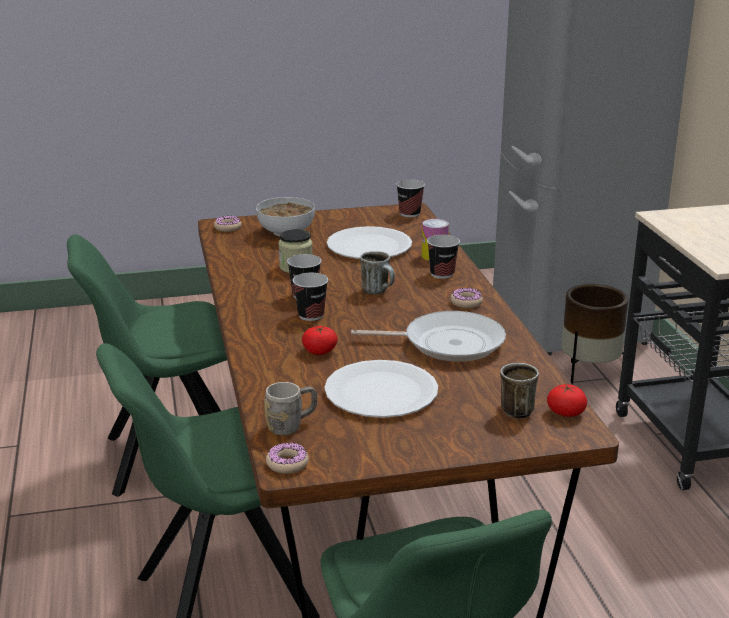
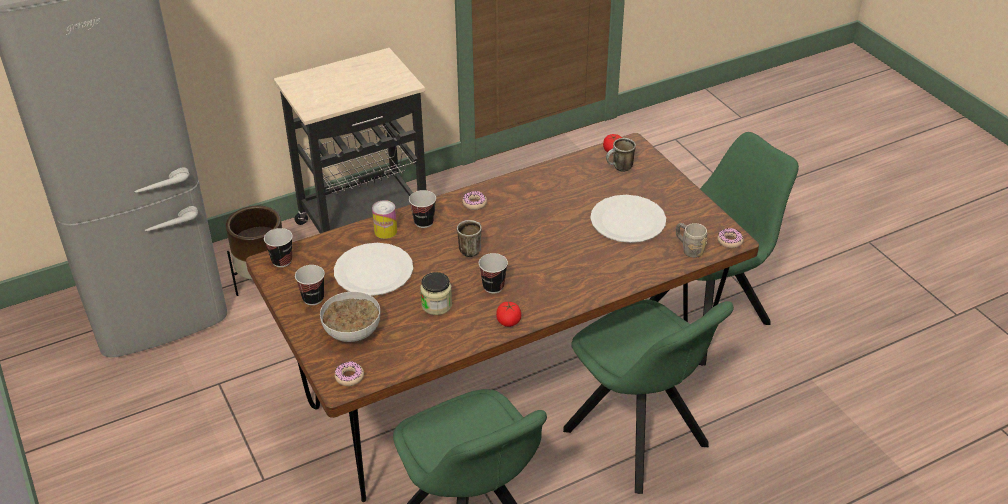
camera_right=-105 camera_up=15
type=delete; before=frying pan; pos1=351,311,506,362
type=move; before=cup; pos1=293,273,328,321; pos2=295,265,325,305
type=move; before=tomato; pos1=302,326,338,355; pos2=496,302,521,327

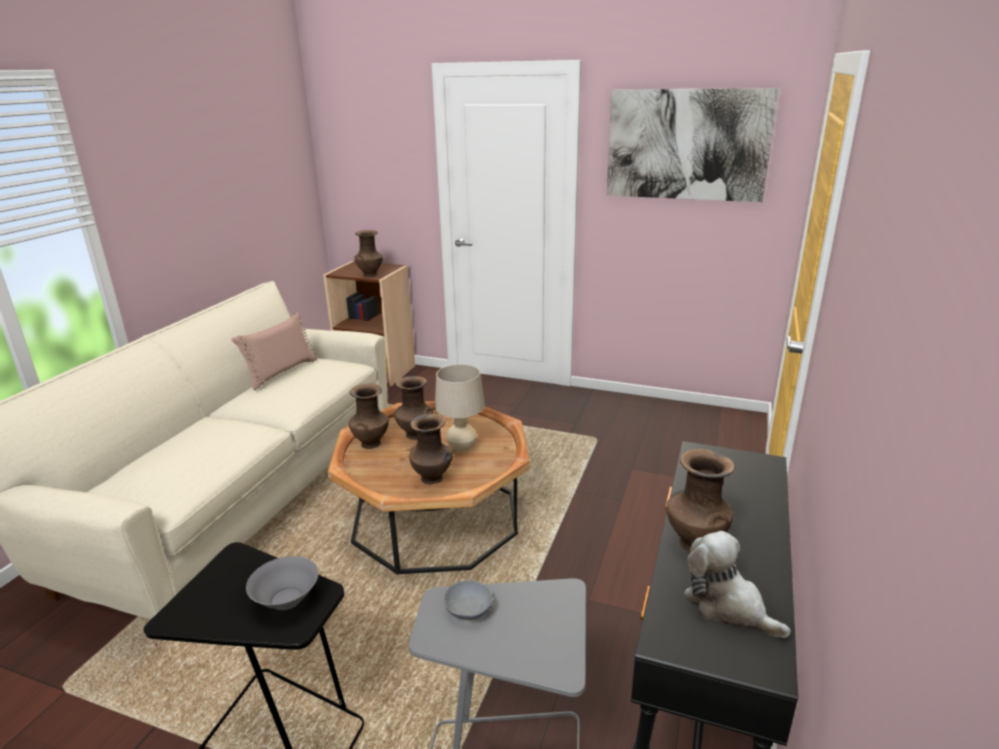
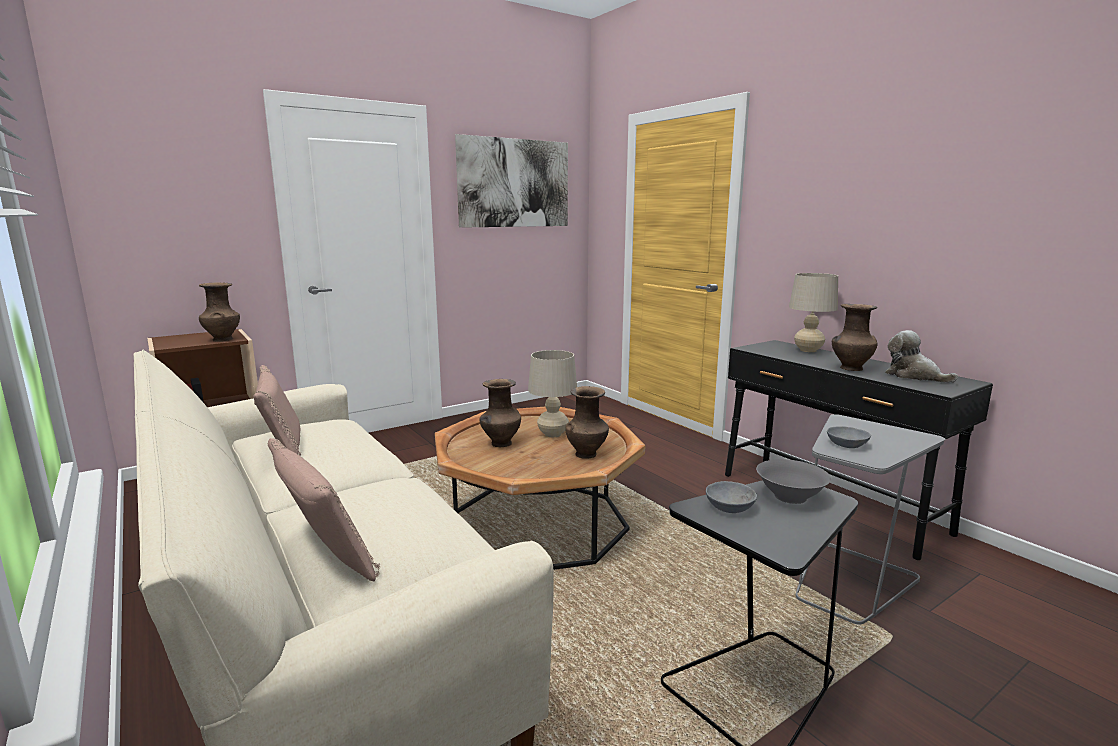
camera_right=-55 camera_up=-10
type=delete; before=brown vase; pos1=349,383,389,449
type=insert; after=beige pillow; pos2=268,438,380,581
type=insert; after=grey bowl; pos2=706,481,757,513
type=insert; after=beige table lamp; pos2=789,273,838,352
type=rotate; before=plush toy; pos1=684,531,791,638; pos2=885,330,958,383; turn=60

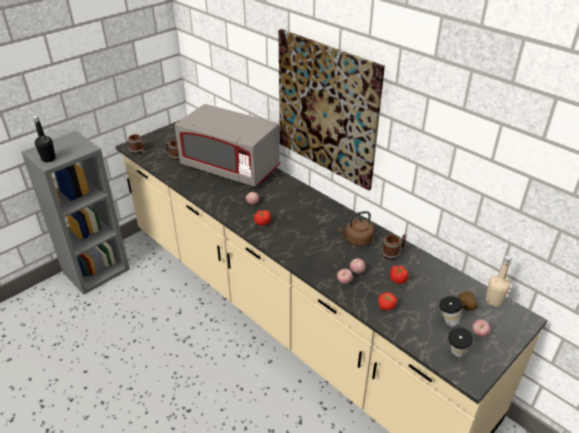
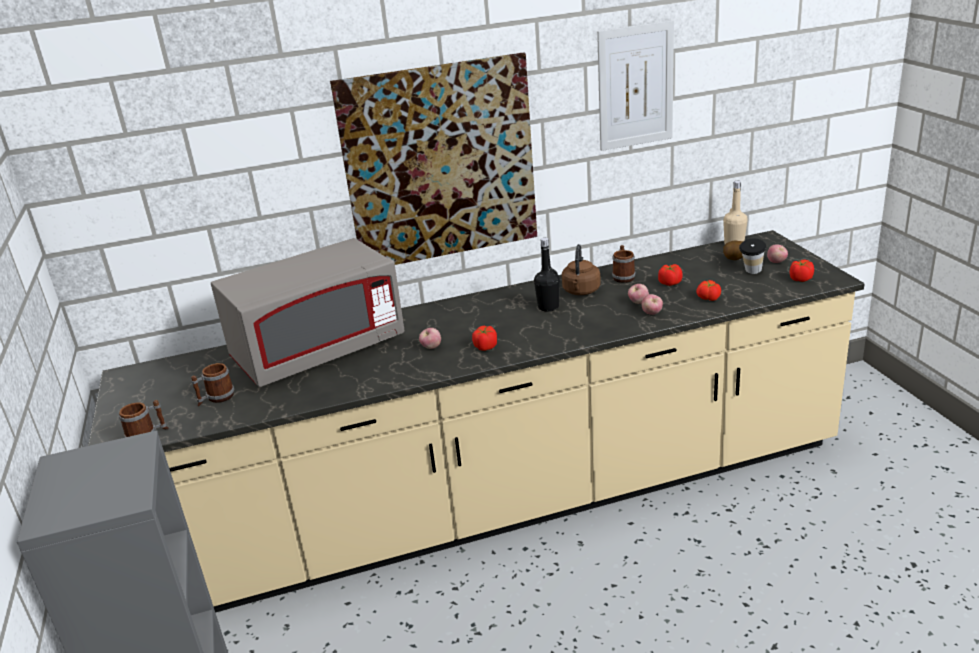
camera_right=-60 camera_up=-10
type=insert; after=picture; pos2=597,20,674,151
type=move; before=black bottle; pos1=33,116,56,162; pos2=534,238,560,312
type=replace; before=cup; after=tomato; pos1=448,327,473,357; pos2=790,260,814,282

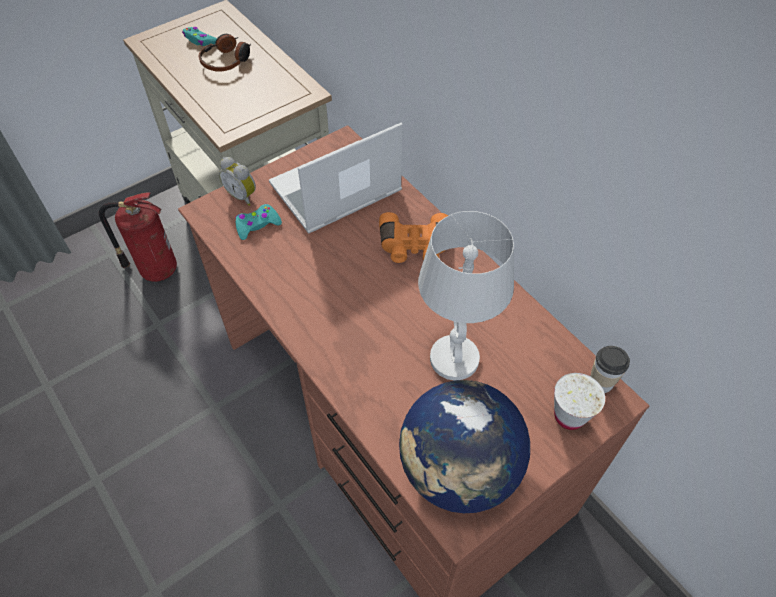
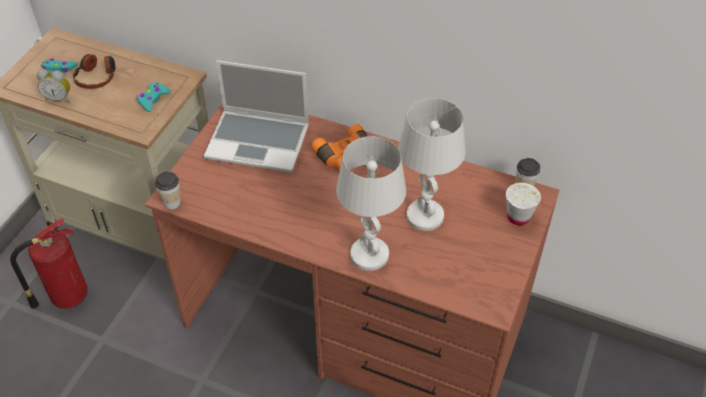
camera_right=-30 camera_up=-5
type=delete; before=globe; pos1=399,380,530,513
type=insert; after=cup; pos2=155,172,181,210
type=insert; after=white table lamp; pos2=336,136,406,271
type=move; before=alarm clock; pos1=219,157,256,206; pos2=37,69,70,103
type=move; before=turquoise game controller; pos1=235,204,282,240; pos2=137,82,171,112
type=rotate; before=laptop; pos1=269,122,403,233; pos2=204,60,309,173; turn=-105

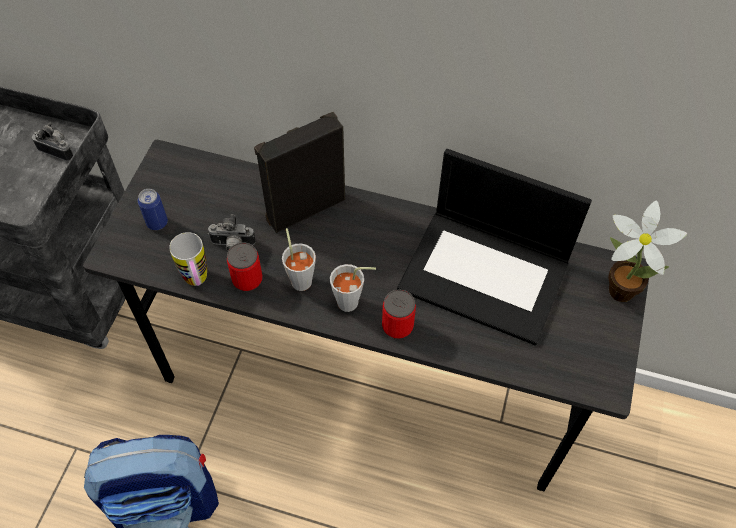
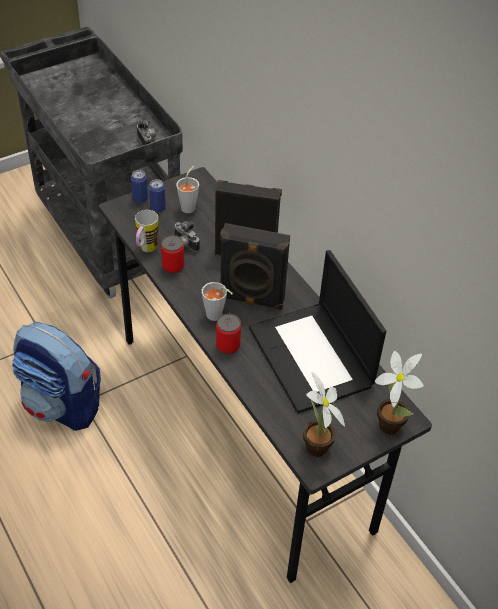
camera_right=40 camera_up=-10
type=insert; after=can; pos2=131,170,148,203
type=insert; after=black speaker; pos2=220,223,290,310
type=insert; after=potted plant; pos2=303,372,345,457
type=move; before=grey cup; pos1=282,228,316,291; pos2=176,165,199,213

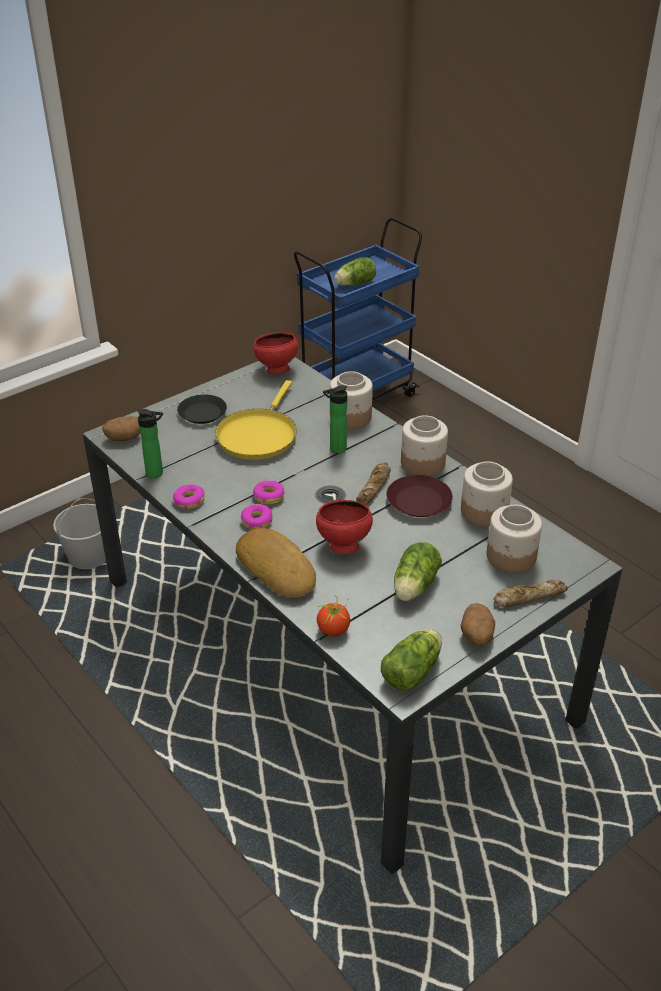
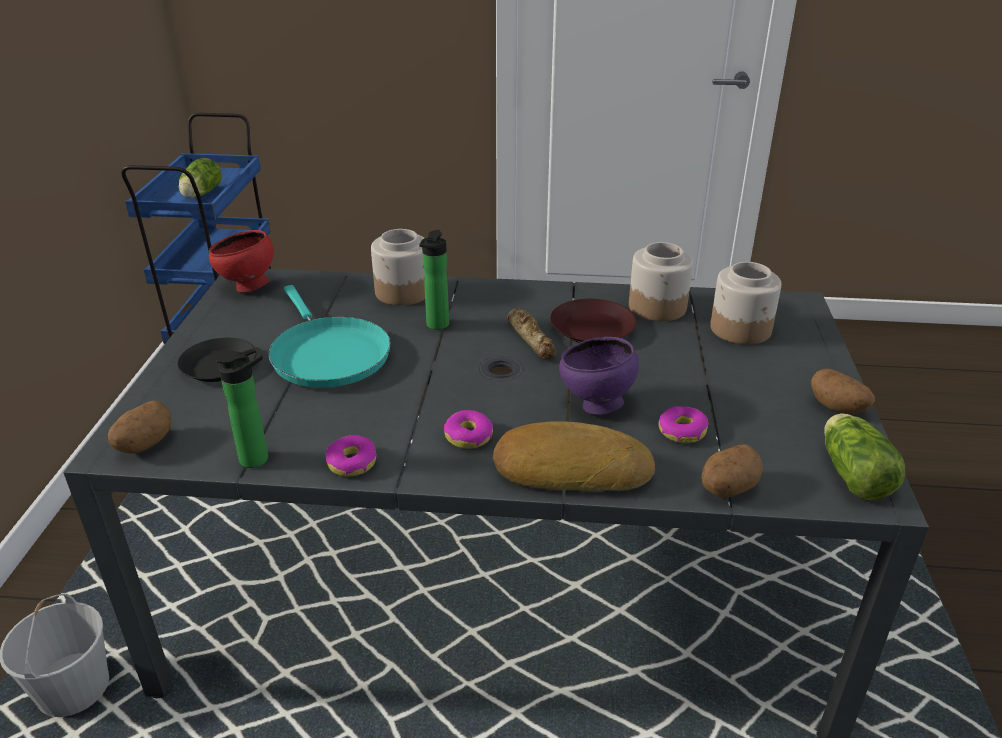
camera_right=-45 camera_up=-5
type=delete; before=lettuce; pos1=394,542,442,601
type=delete; before=jar; pos1=401,415,448,476
type=delete; before=bread; pos1=494,580,568,607
type=move; before=donut; pos1=253,481,285,505; pos2=659,406,708,443
type=replace; before=tomato; after=potato; pos1=317,595,350,636; pos2=701,445,763,498
type=recolor; before=yellow frying pan; after=turquoise frying pan; pos1=215,380,297,460; pos2=268,285,391,388
type=recolor; before=red bowl; after=purple bowl; pos1=316,499,373,554; pos2=559,337,639,415

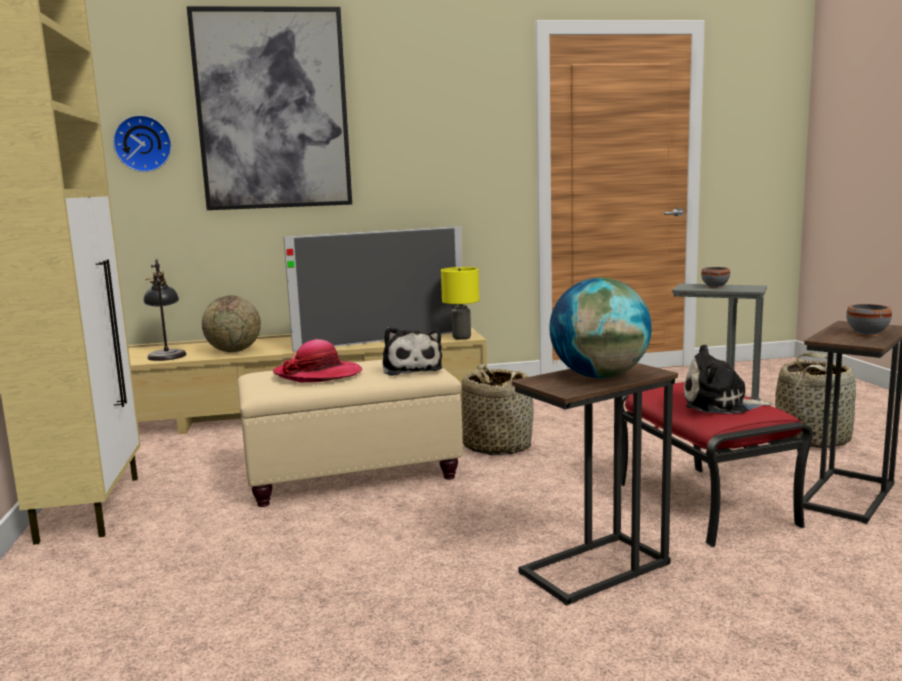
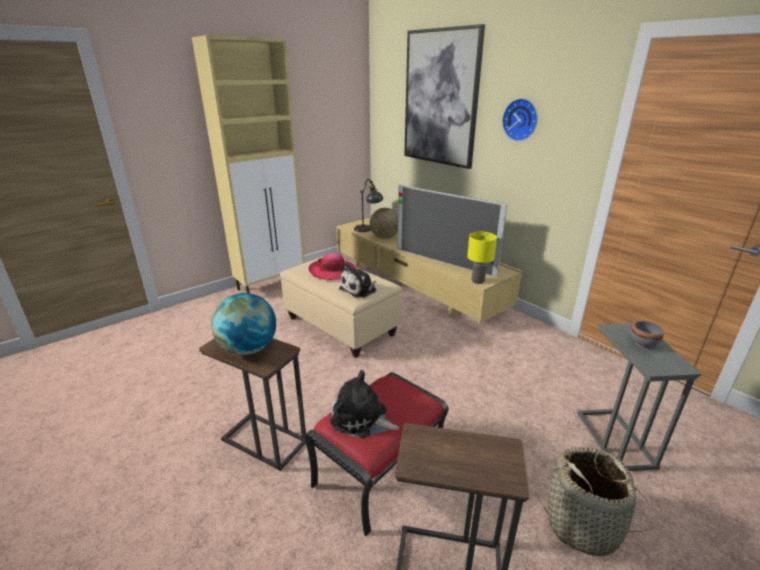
camera_right=60 camera_up=15
type=delete; before=basket; pos1=461,364,534,455
type=delete; before=grey bowl; pos1=846,304,892,336
type=move; before=wall clock; pos1=113,115,172,172; pos2=502,98,538,141
type=rotate; before=plush toy; pos1=683,344,773,414; pos2=330,370,399,438; turn=-45

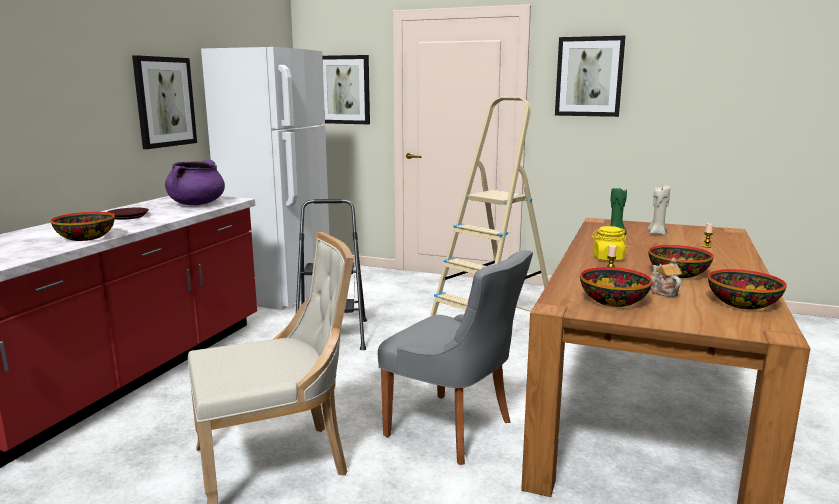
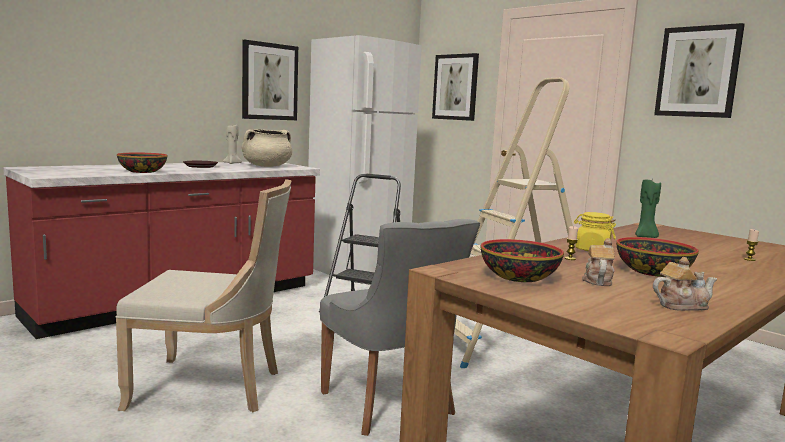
camera_right=25 camera_up=-5
type=move; before=beige candle; pos1=648,185,670,235; pos2=223,125,242,164
type=replace; before=bowl; after=teapot; pos1=708,269,787,309; pos2=653,257,717,311
type=recolor; before=purple cooking pot; after=beige cooking pot; pos1=165,160,225,205; pos2=242,129,292,167

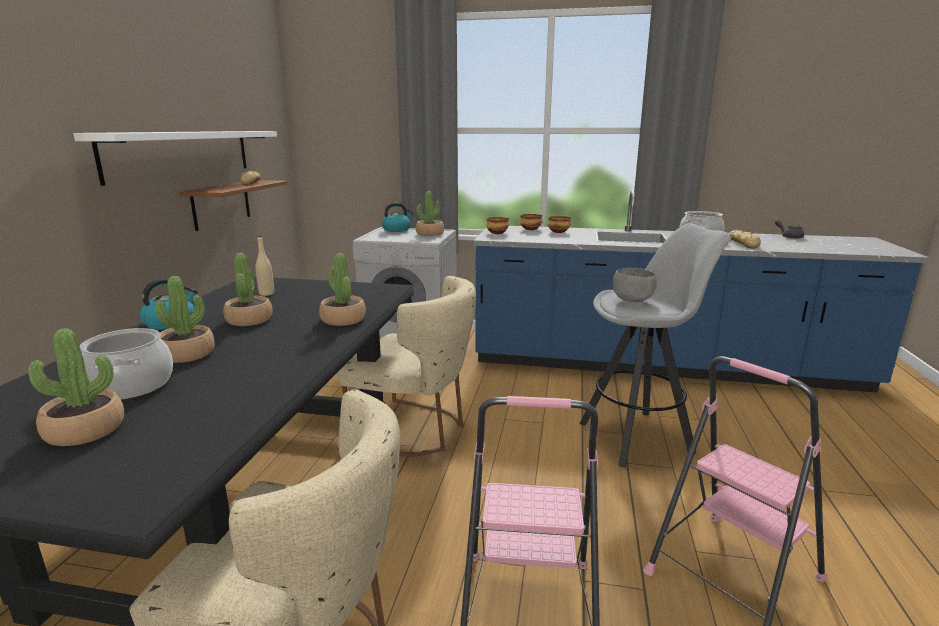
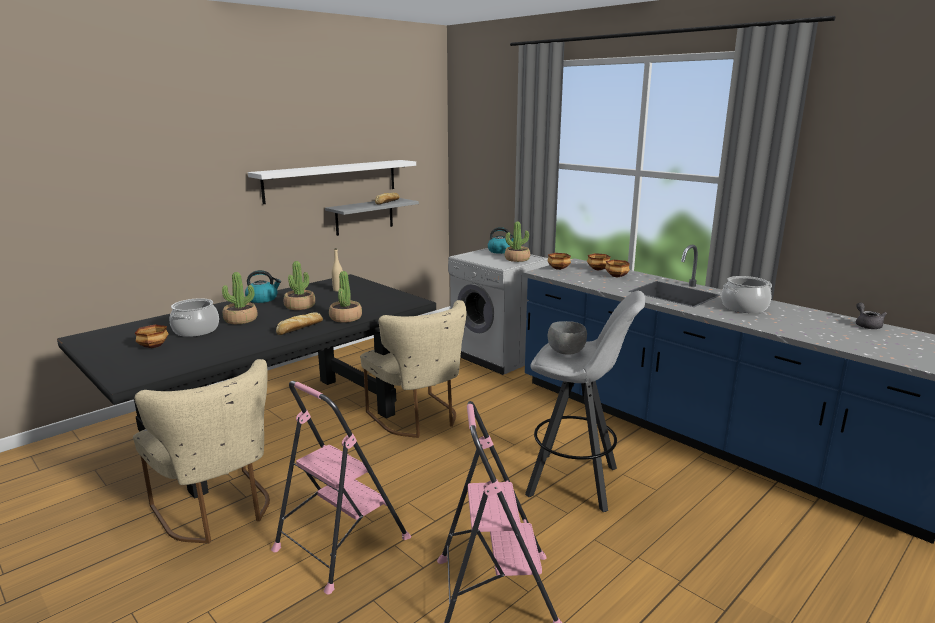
camera_right=35 camera_up=0
type=move; before=bread; pos1=729,230,761,249; pos2=276,312,323,335
type=replace; before=potted plant; after=bowl; pos1=28,328,124,446; pos2=135,325,169,348
type=recolor; before=brown shelf; after=grey shelf; pos1=179,180,287,231; pos2=325,198,419,236

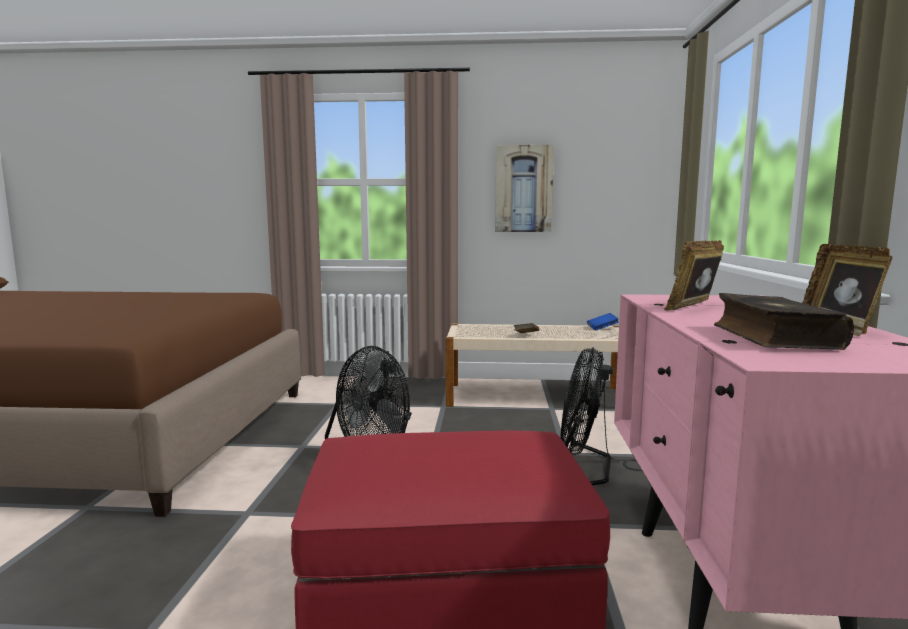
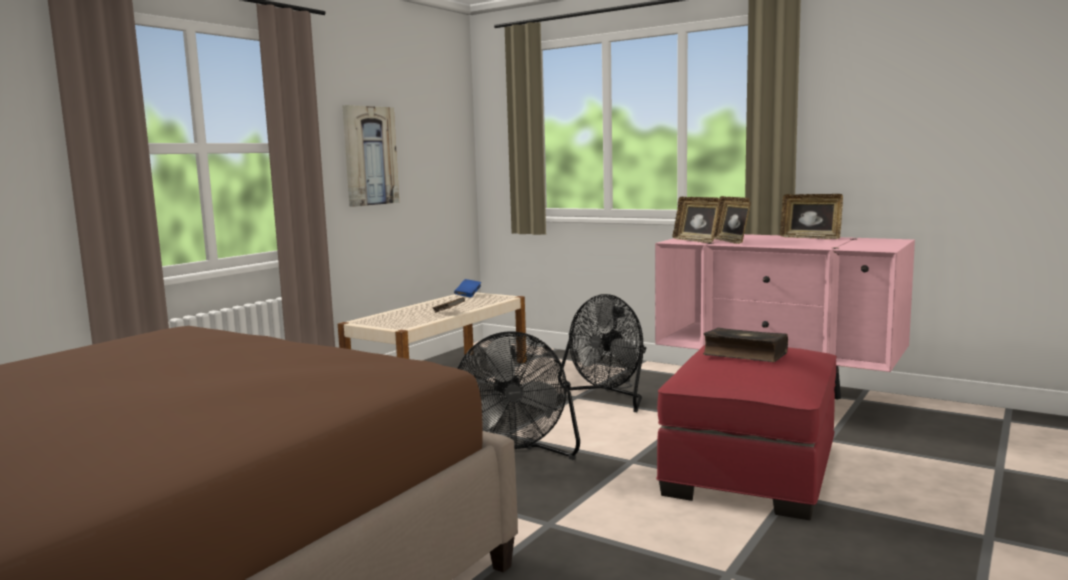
camera_right=-60 camera_up=0
type=insert; after=picture frame; pos2=673,197,720,243
type=move; before=book; pos1=714,293,854,350; pos2=703,328,788,362

